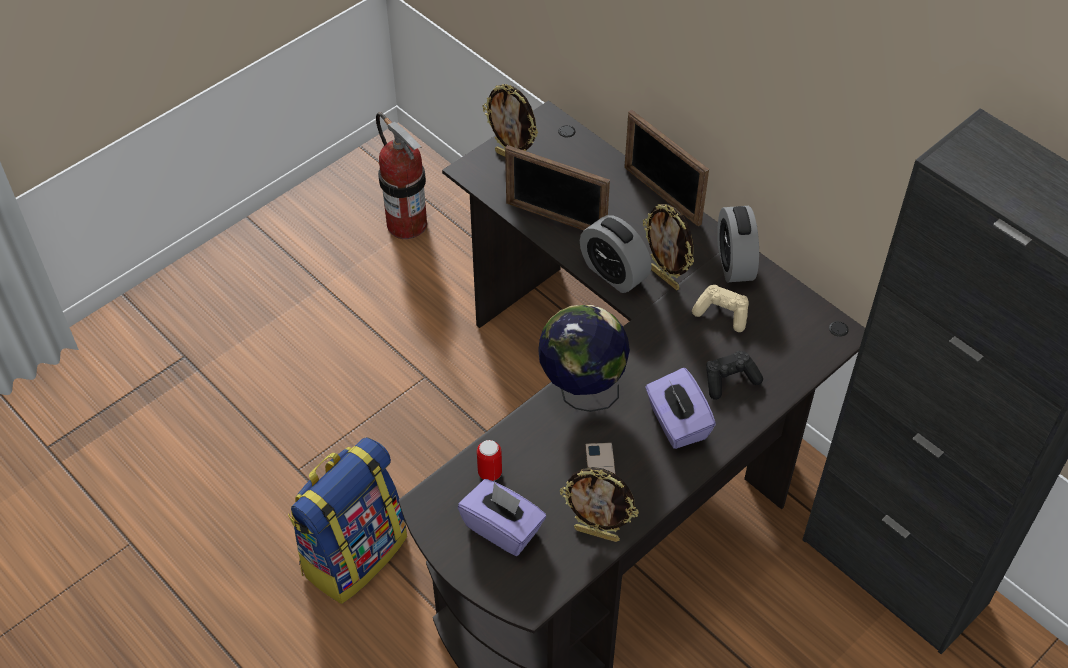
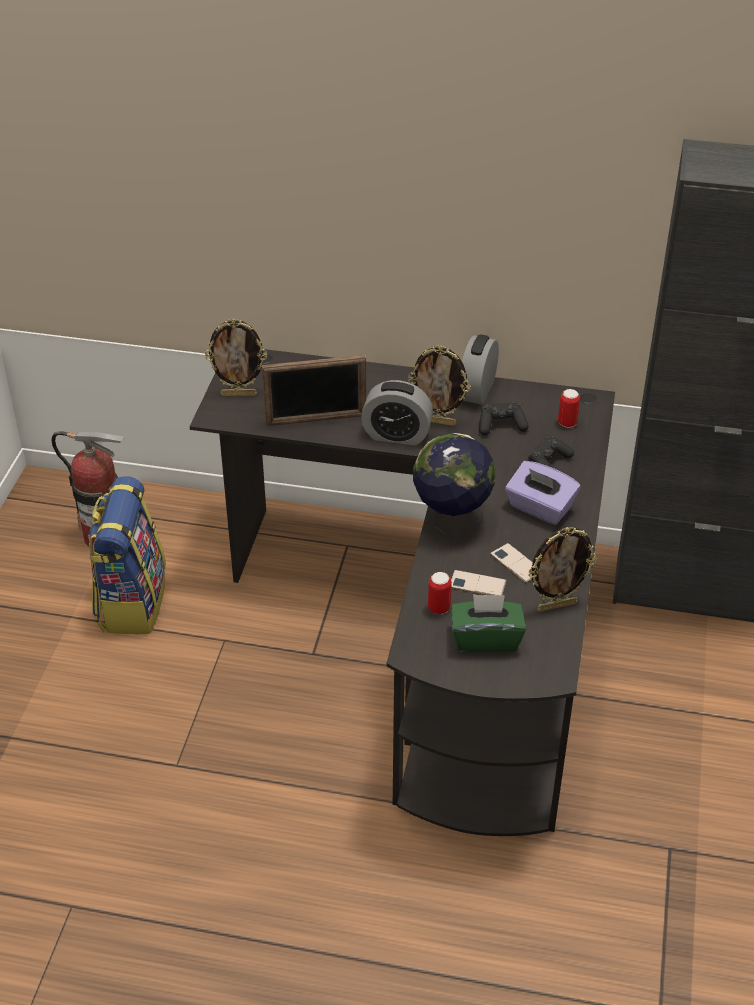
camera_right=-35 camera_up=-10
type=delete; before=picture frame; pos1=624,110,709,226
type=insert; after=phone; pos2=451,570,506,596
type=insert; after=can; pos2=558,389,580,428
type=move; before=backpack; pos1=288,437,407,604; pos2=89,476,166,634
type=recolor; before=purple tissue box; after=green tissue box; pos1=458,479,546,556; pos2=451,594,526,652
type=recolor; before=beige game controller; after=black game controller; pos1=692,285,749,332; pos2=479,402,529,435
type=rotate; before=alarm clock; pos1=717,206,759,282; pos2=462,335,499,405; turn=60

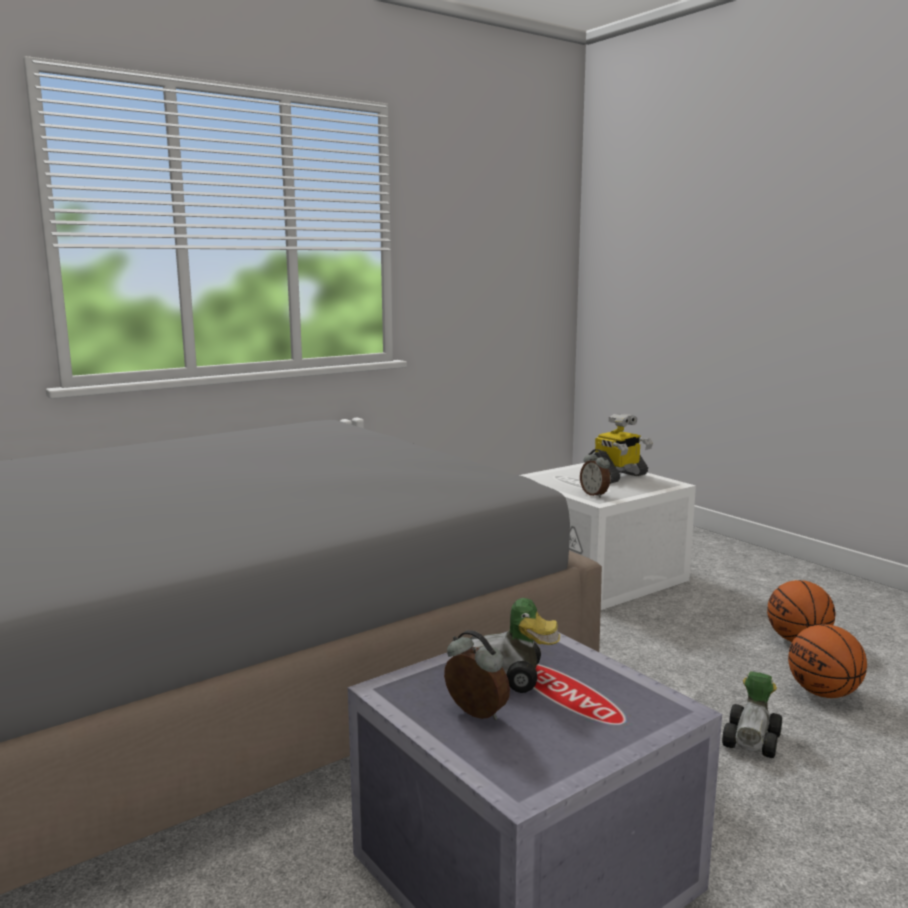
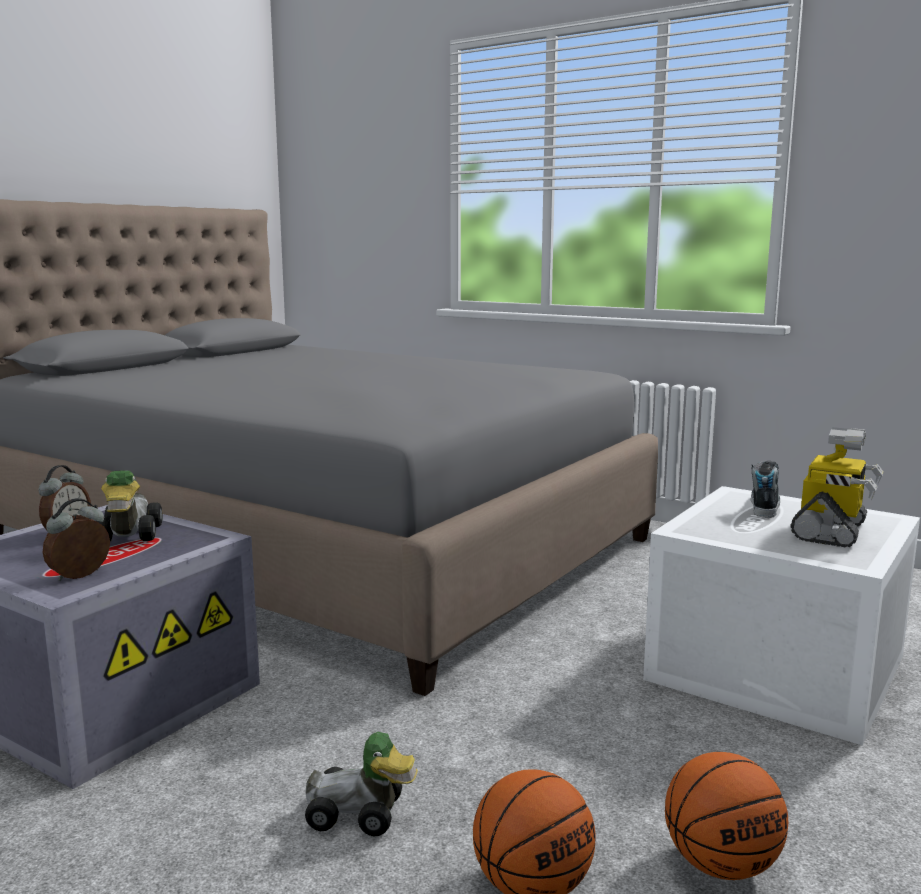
camera_right=70 camera_up=0
type=insert; after=shoe; pos2=750,461,780,518
type=move; before=alarm clock; pos1=580,449,610,498; pos2=42,498,110,581
type=rotate; before=toy robot; pos1=594,413,653,484; pos2=790,427,884,547; turn=-90

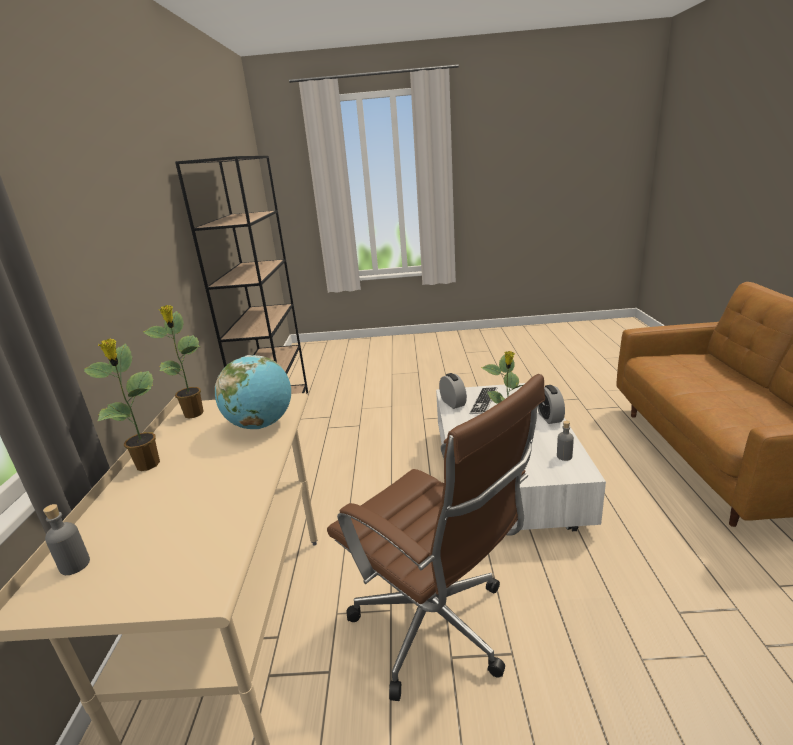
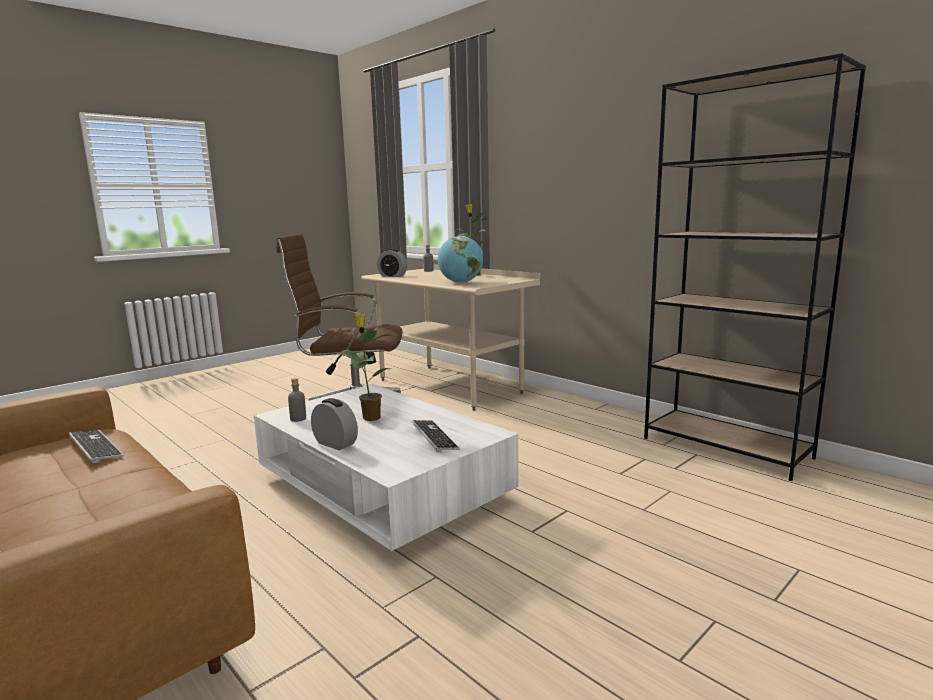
camera_right=135 camera_up=-10
type=delete; before=potted plant; pos1=143,305,204,418
type=insert; after=keyboard; pos2=69,430,124,463
type=move; before=alarm clock; pos1=439,373,467,409; pos2=377,249,407,277

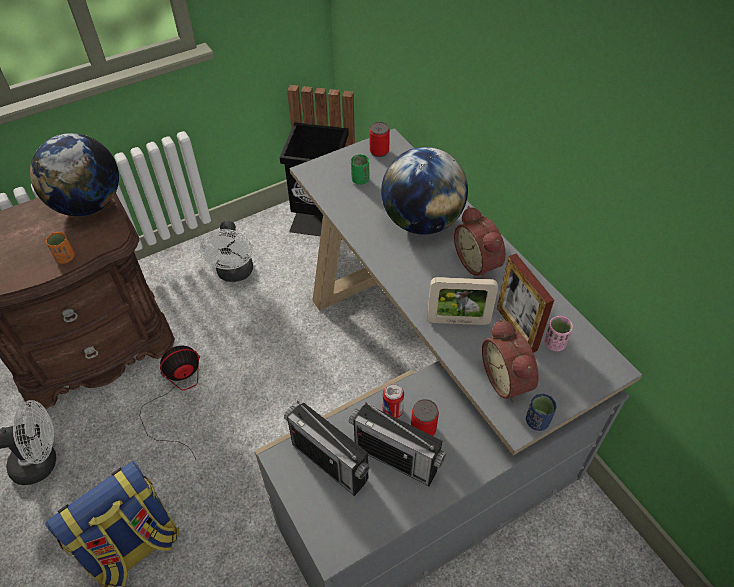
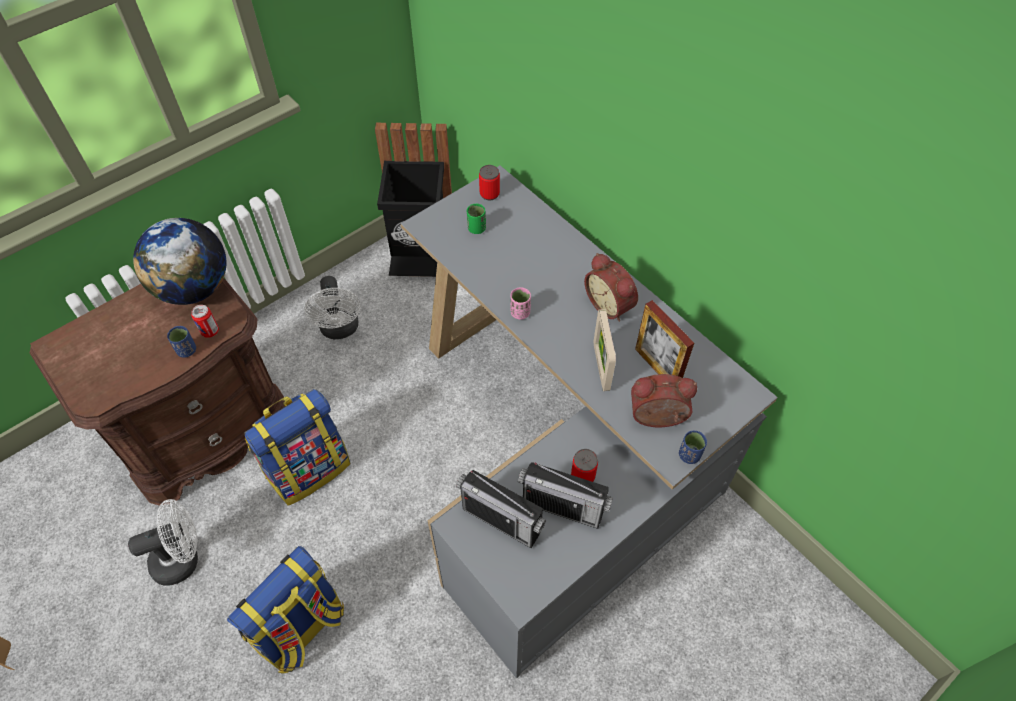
camera_right=-10 camera_up=5
type=delete; before=globe; pos1=381,147,468,235
type=move; before=can; pos1=383,384,404,418; pos2=191,305,219,338
type=move; before=pink cup; pos1=544,316,573,351; pos2=510,287,531,319
type=replace; before=fan; after=backpack; pos1=139,346,200,460; pos2=244,389,350,506
type=recolor; before=orange cup; after=blue cup; pos1=46,232,75,264; pos2=167,326,196,358
type=rotate; before=picture frame; pos1=428,277,498,325; pos2=594,309,616,391; turn=90
type=rotate; before=alarm clock; pos1=482,319,539,403; pos2=631,374,697,427; turn=120

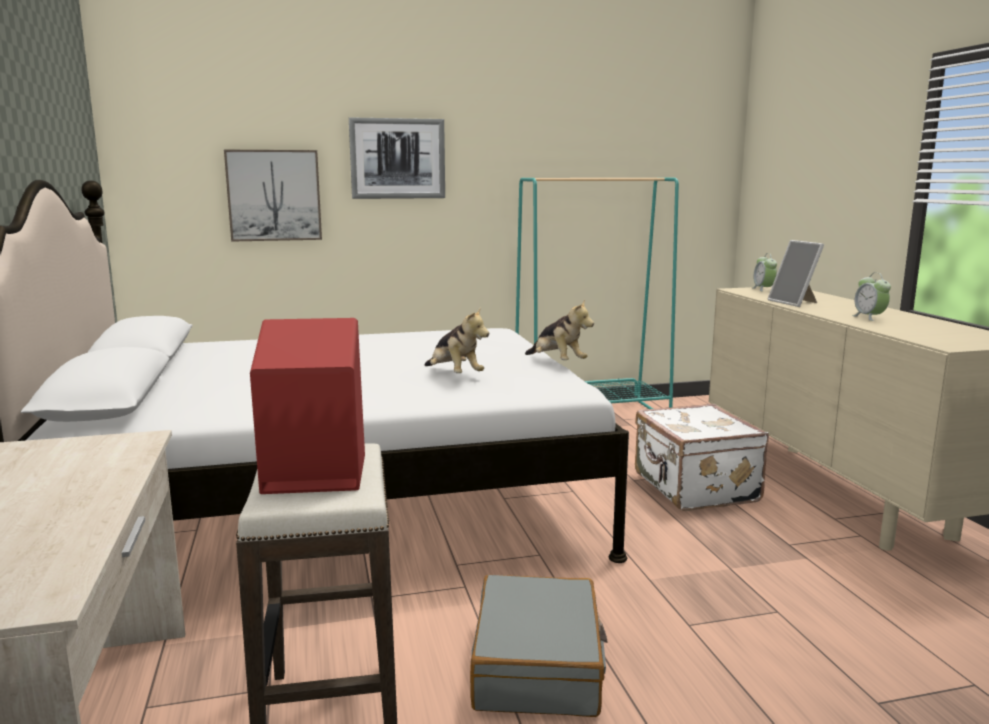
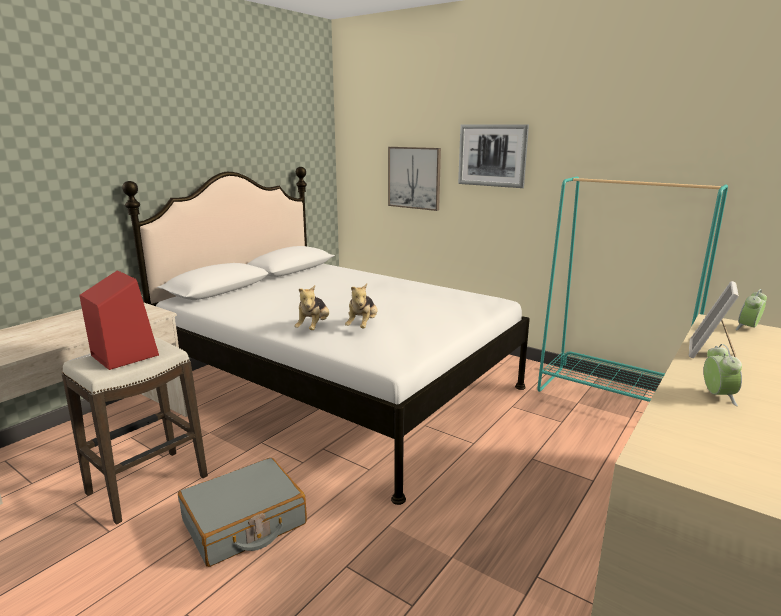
camera_right=50 camera_up=5
type=delete; before=white suitcase; pos1=635,404,769,511
type=move; before=plush toy; pos1=525,299,594,360; pos2=294,285,329,330
type=rotate; before=alarm clock; pos1=852,273,891,321; pos2=703,344,742,406; turn=150

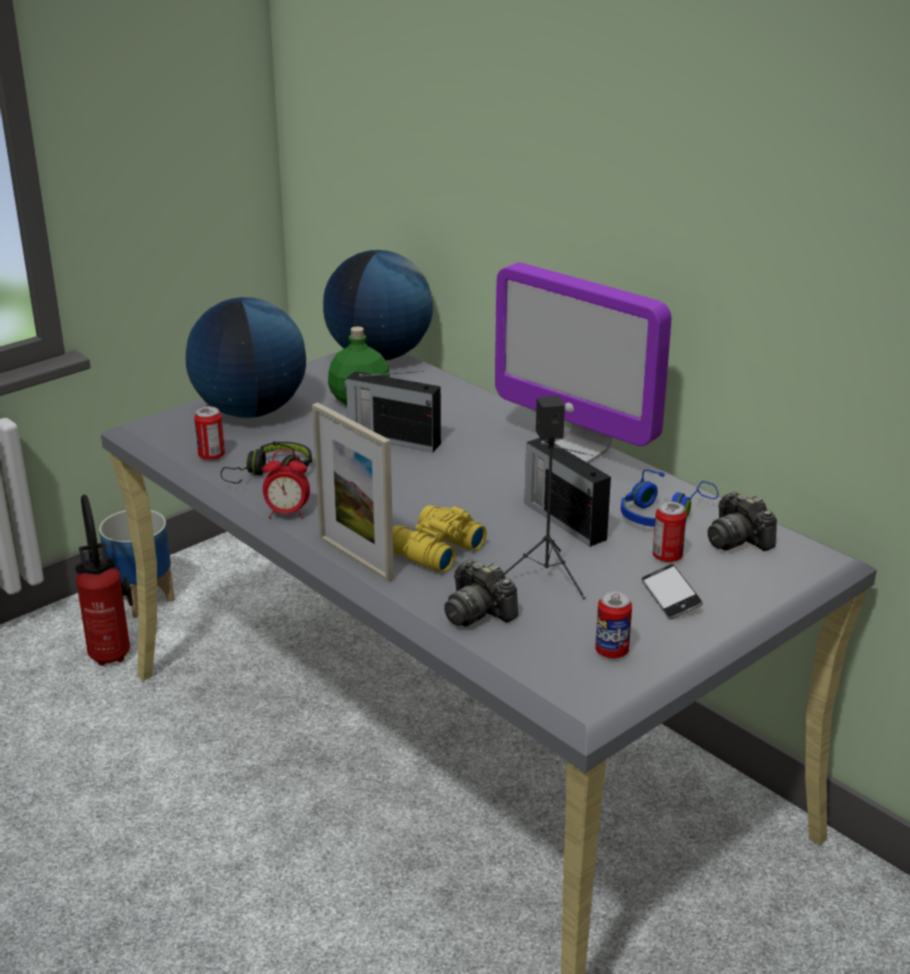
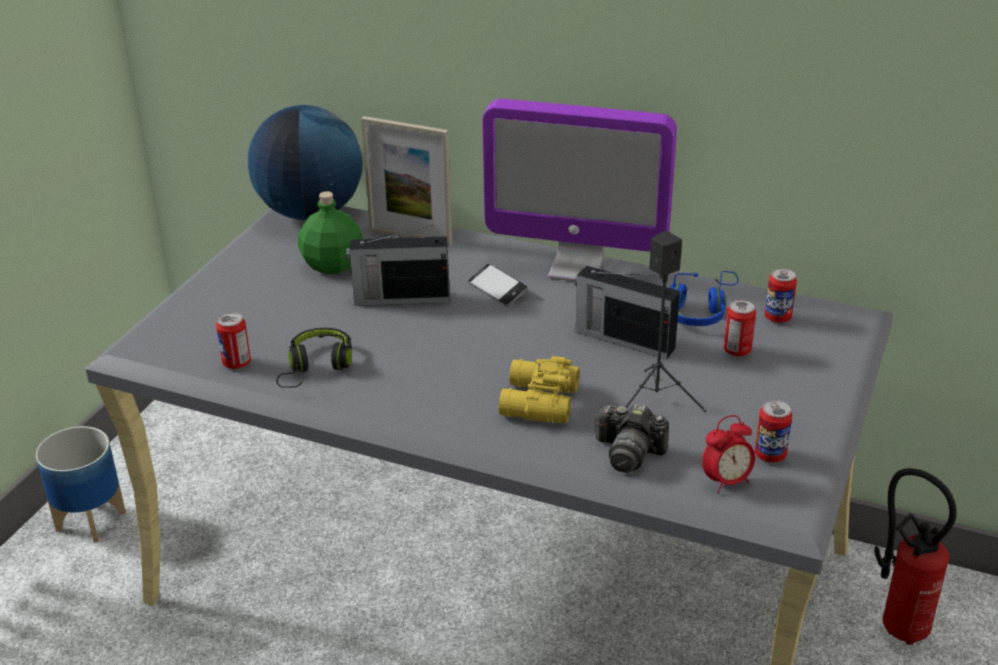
camera_right=-25 camera_up=5
type=delete; before=globe; pos1=186,297,306,418
type=move; before=fire extinguisher; pos1=75,495,133,666; pos2=874,468,957,645
type=move; before=alarm clock; pos1=263,450,310,519; pos2=702,415,755,494
type=move; before=picture frame; pos1=312,402,394,582; pos2=361,116,452,247
type=move; before=phone; pos1=642,564,703,619; pos2=468,264,528,307
type=replace; before=photo camera; after=can; pos1=708,492,777,551; pos2=765,268,797,323

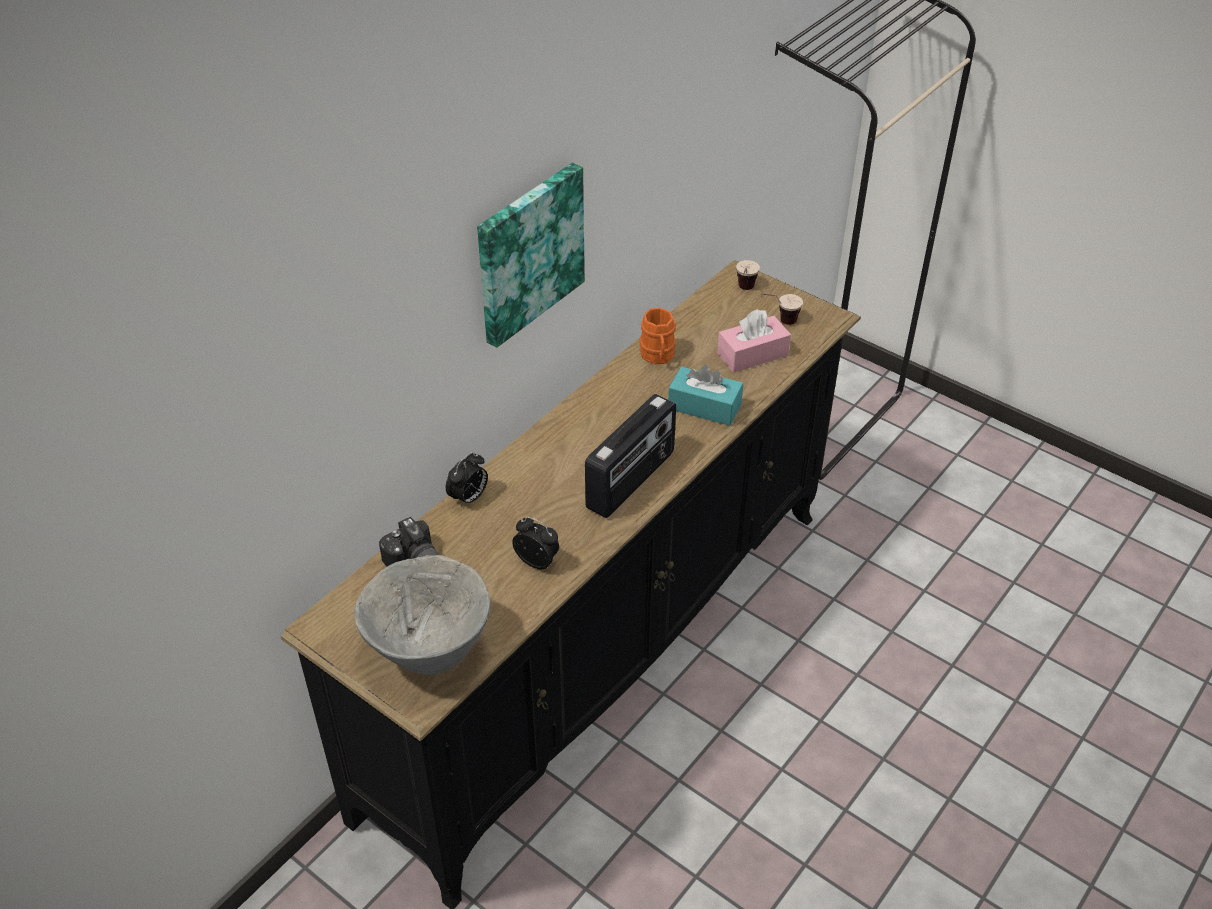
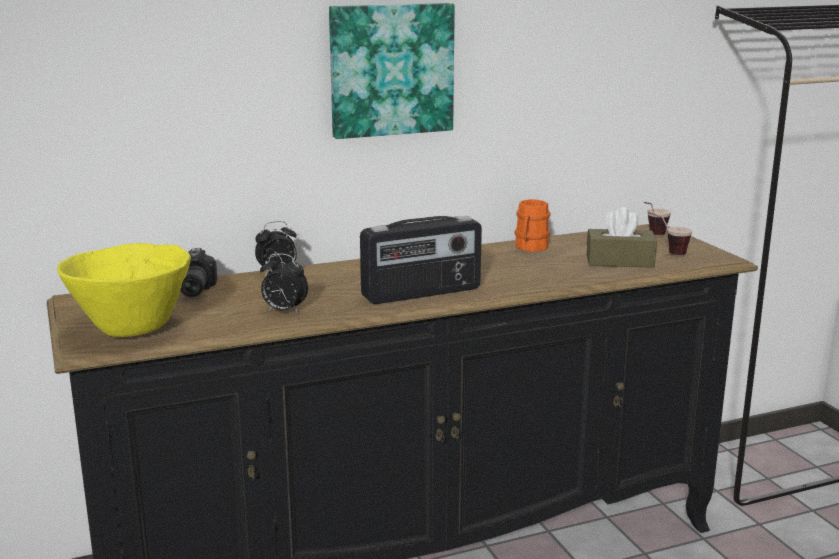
camera_right=30 camera_up=-25
type=delete; before=turquoise tissue box; pos1=668,365,743,426
type=recolor; before=grey bowl; after=yellow bowl; pos1=355,555,490,675; pos2=57,243,191,337
type=recolor; before=pink tissue box; after=brown tissue box; pos1=717,309,791,373; pos2=587,207,657,268
type=rotate; before=alarm clock; pos1=512,517,559,569; pos2=260,253,308,313; turn=135

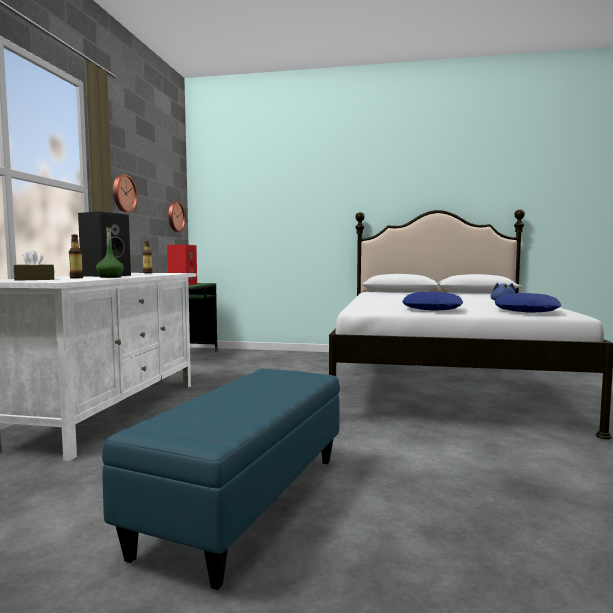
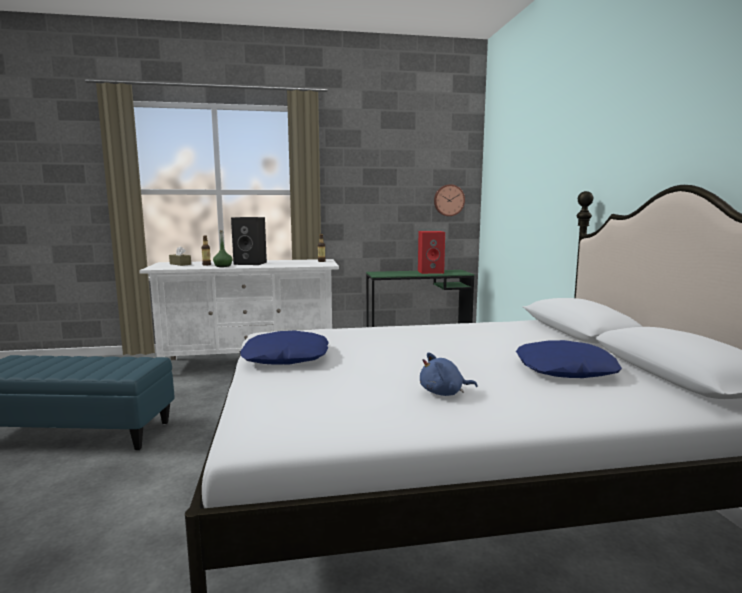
camera_right=70 camera_up=5
type=delete; before=wall clock; pos1=113,174,138,212
type=move; before=blue pillow; pos1=495,293,561,313; pos2=516,340,622,378

